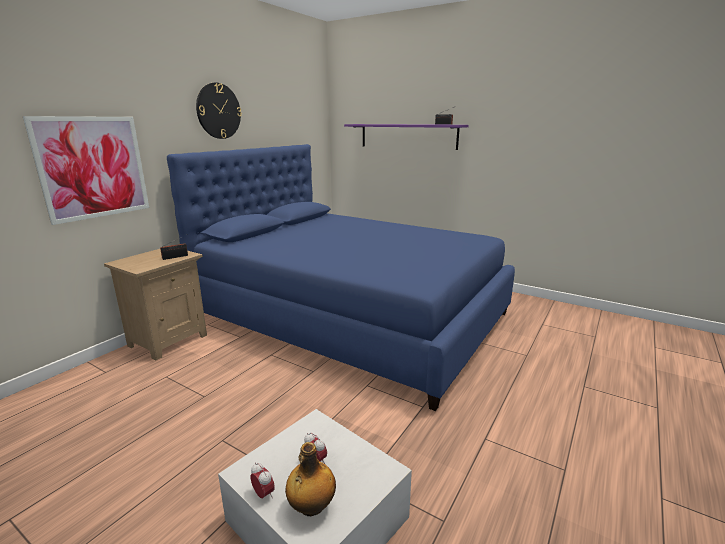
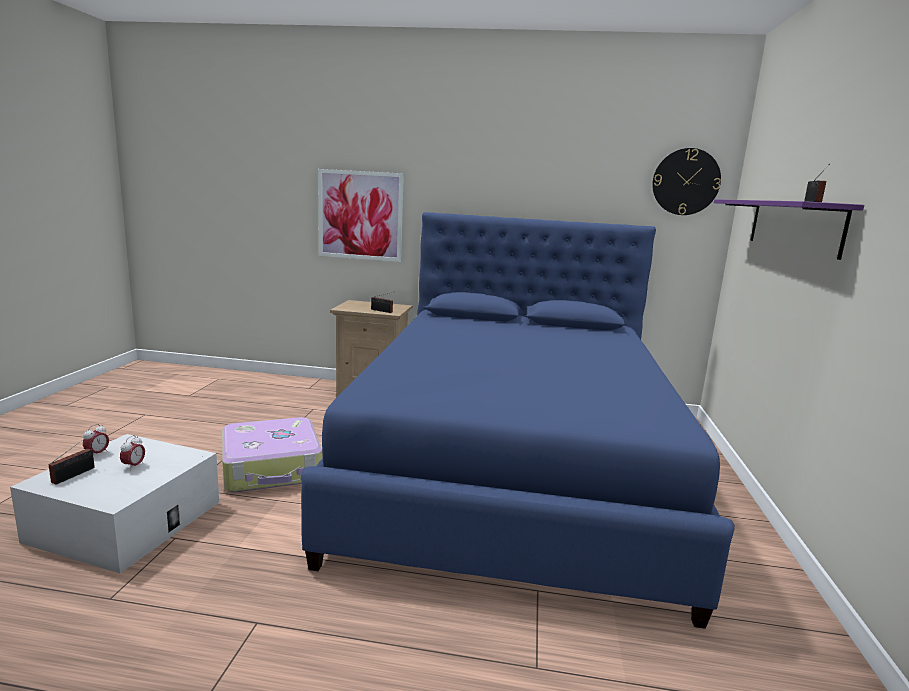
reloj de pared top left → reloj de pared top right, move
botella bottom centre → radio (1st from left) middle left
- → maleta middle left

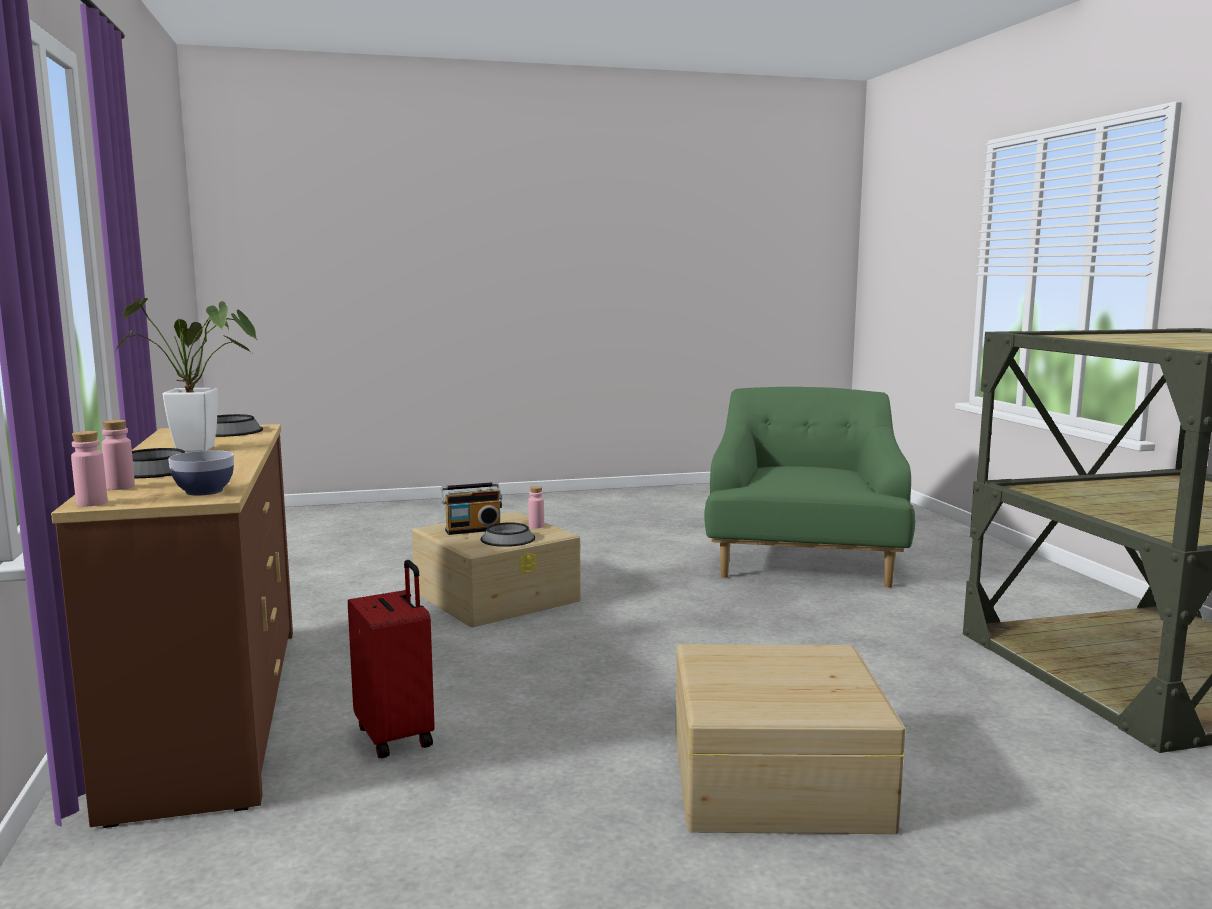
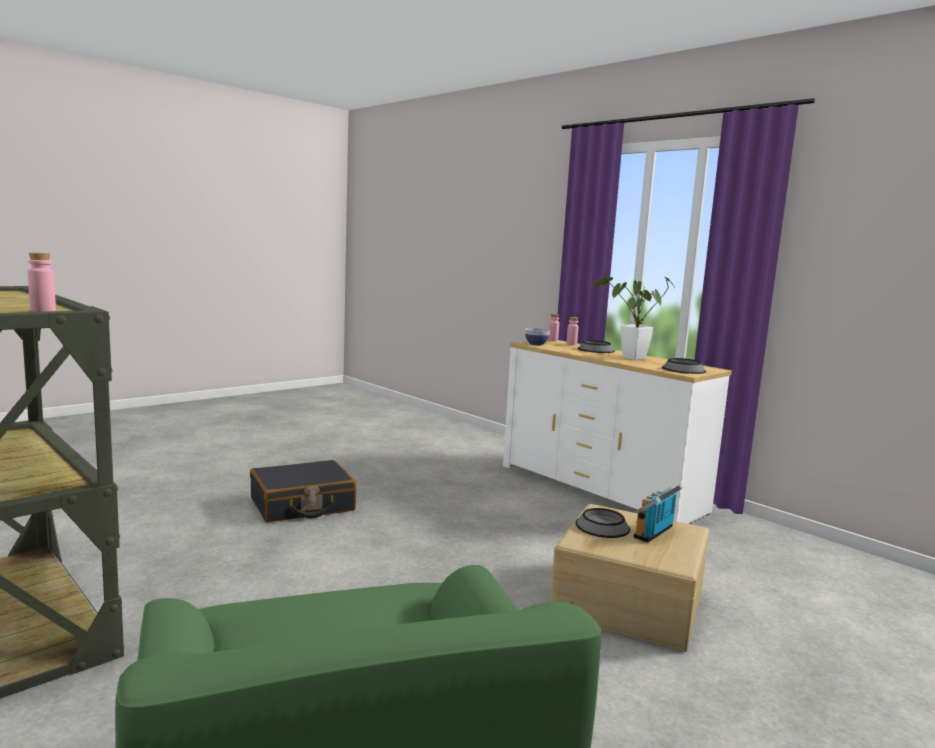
cómoda [marrón] bottom left → cómoda [blanco] centre
maleta [rojo] bottom left → -
botella [rosa] (3rd from left in the first image) centre → botella [rosa] (1st from left) middle left, move
caja de almacenaje [beis] (2nd from left) bottom centre → maleta [negro] middle left

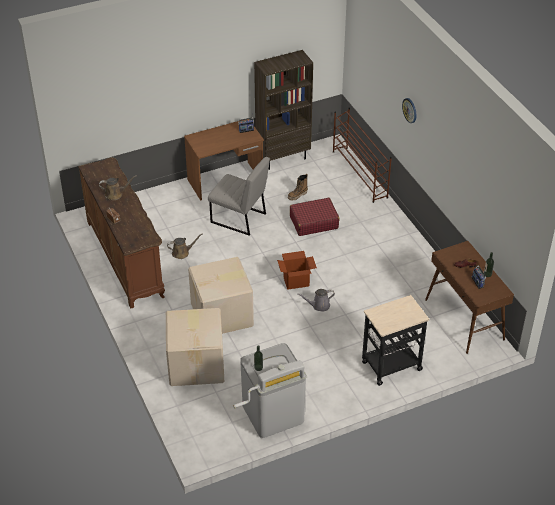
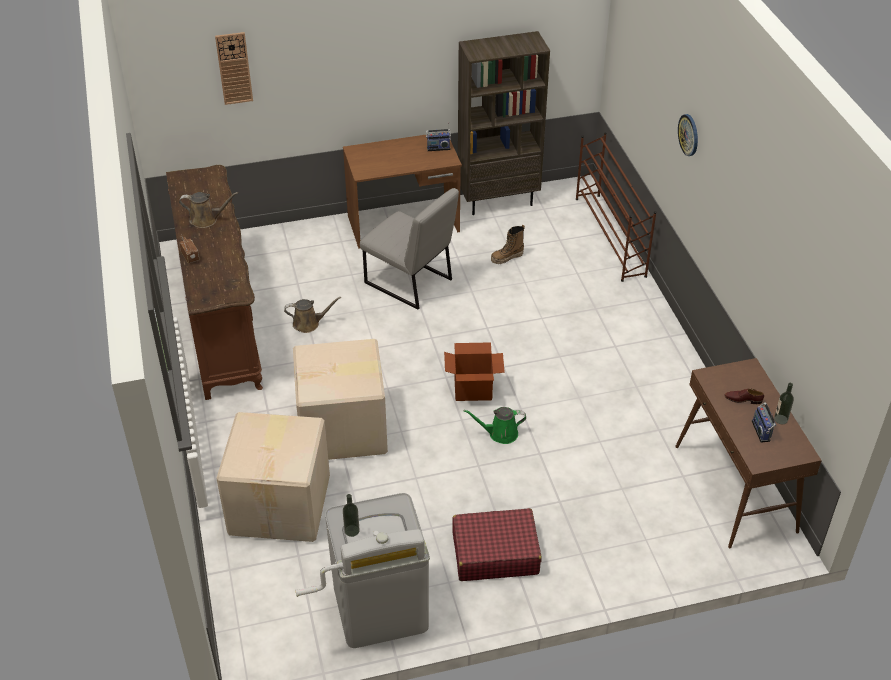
maleta [rojo] centre → maleta [rojo] bottom centre, move
regadera [gris] centre → regadera [verde] centre
carrito bottom right → -
- → reloj de pared (1st from left) top left

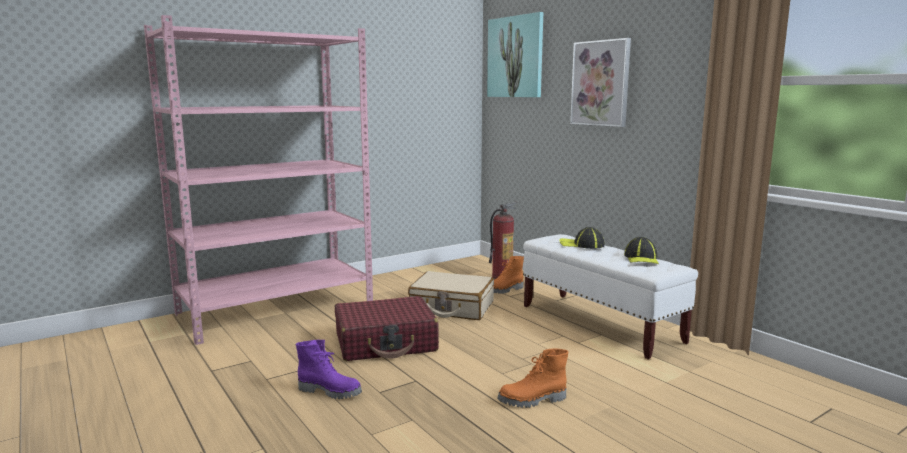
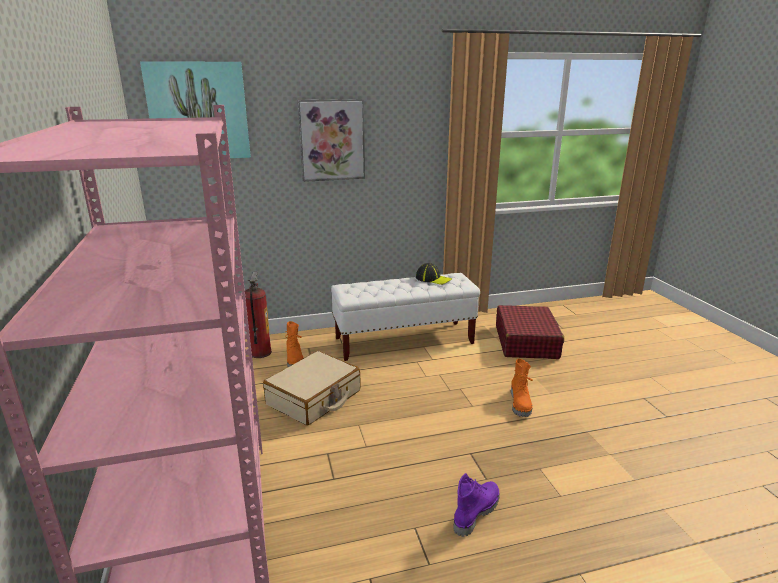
maleta [rojo] bottom centre → maleta [rojo] middle right, move
gorra (1st from left) centre → -

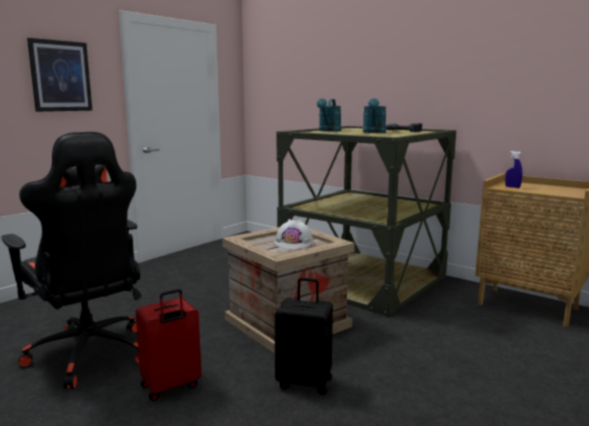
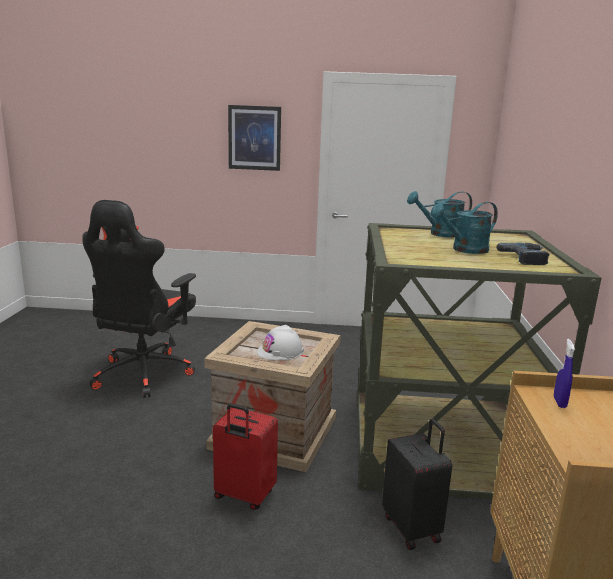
maleta [rojo] bottom left → maleta [rojo] bottom centre, move
maleta [negro] bottom centre → maleta [negro] bottom right, move

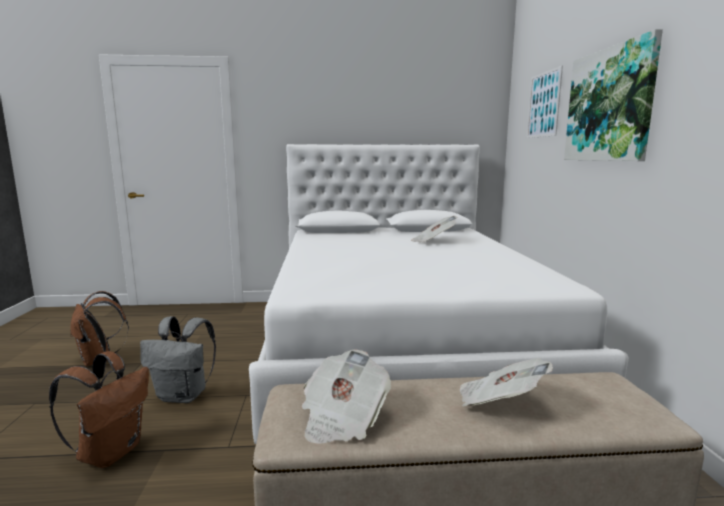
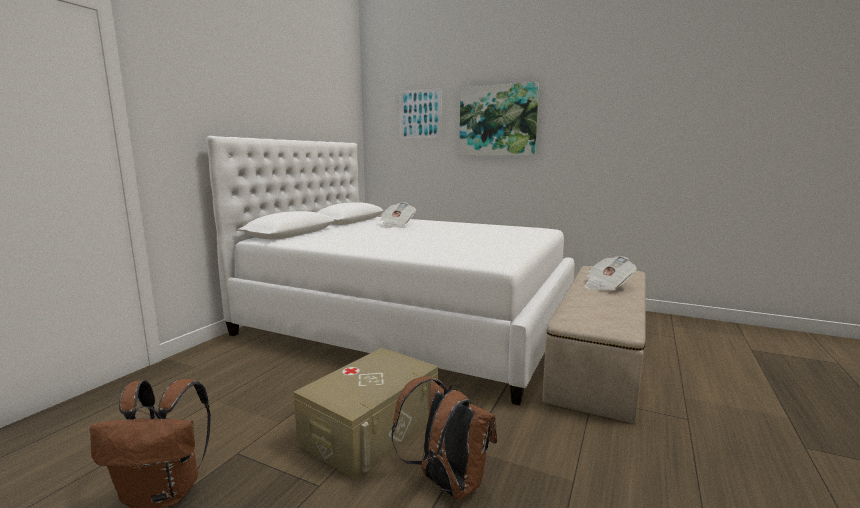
mochila [gris] bottom left → caja de almacenaje [beis] bottom centre
periódico (1st from left) bottom centre → -

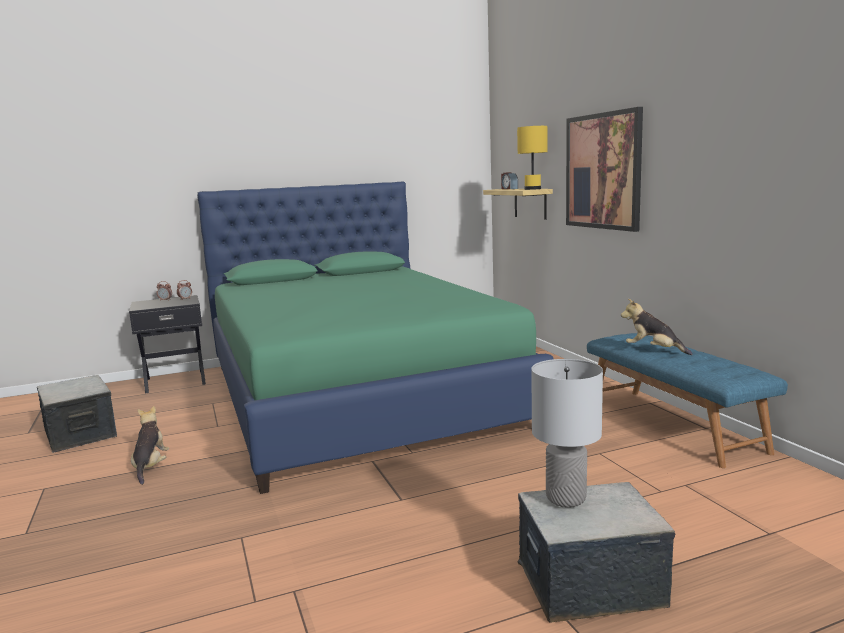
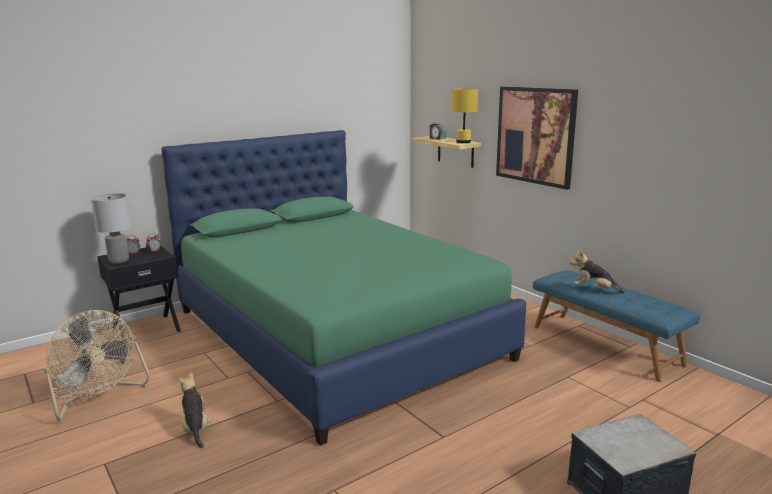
caja de almacenaje (1st from left) middle left → ventilador [beis] bottom left
lámpara de mesa [gris] bottom right → lámpara de mesa [gris] middle left, move

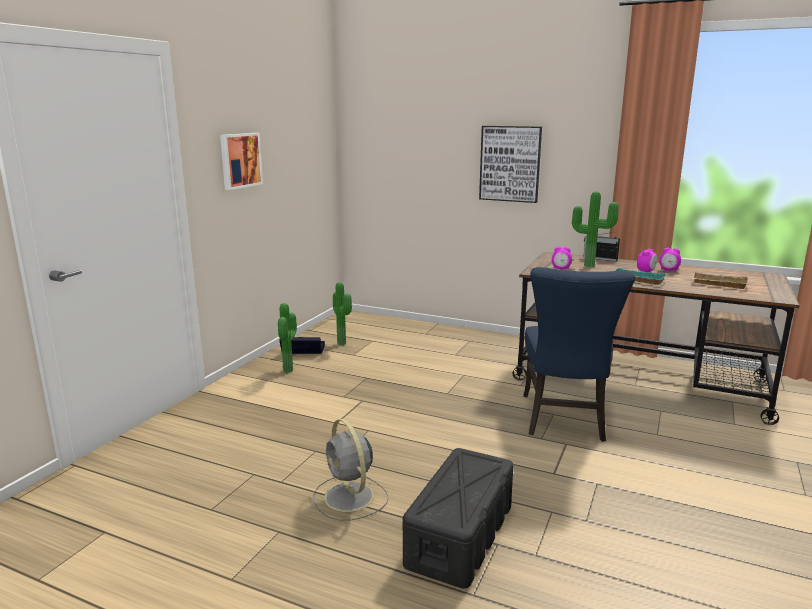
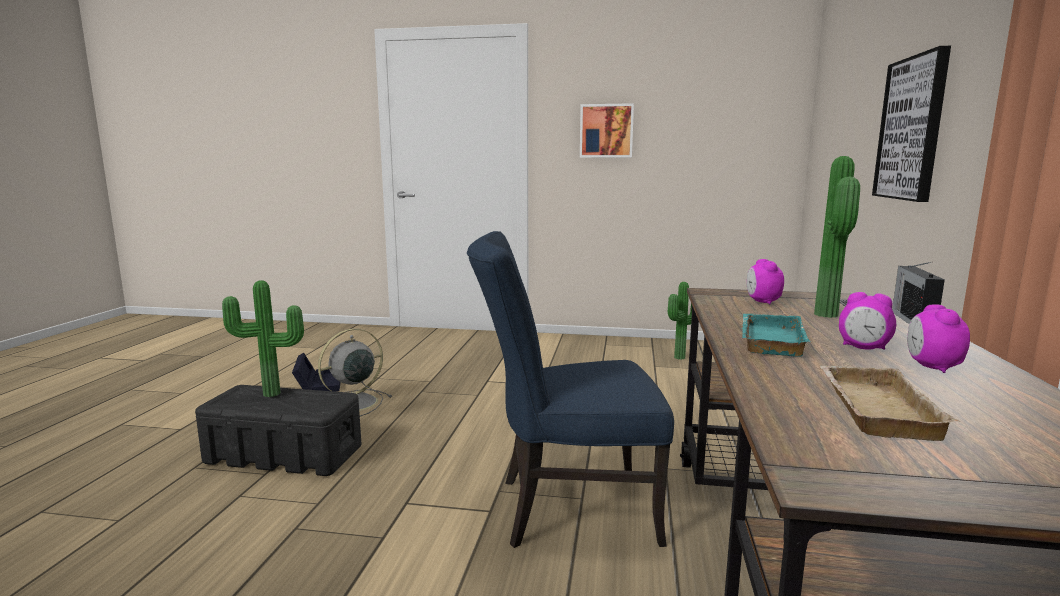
planta en maceta (1st from left) centre → planta en maceta (1st from left) middle left, move
caja de almacenaje [negro] (1st from left in the first image) centre → caja de almacenaje [negro] (2nd from left) middle left, move

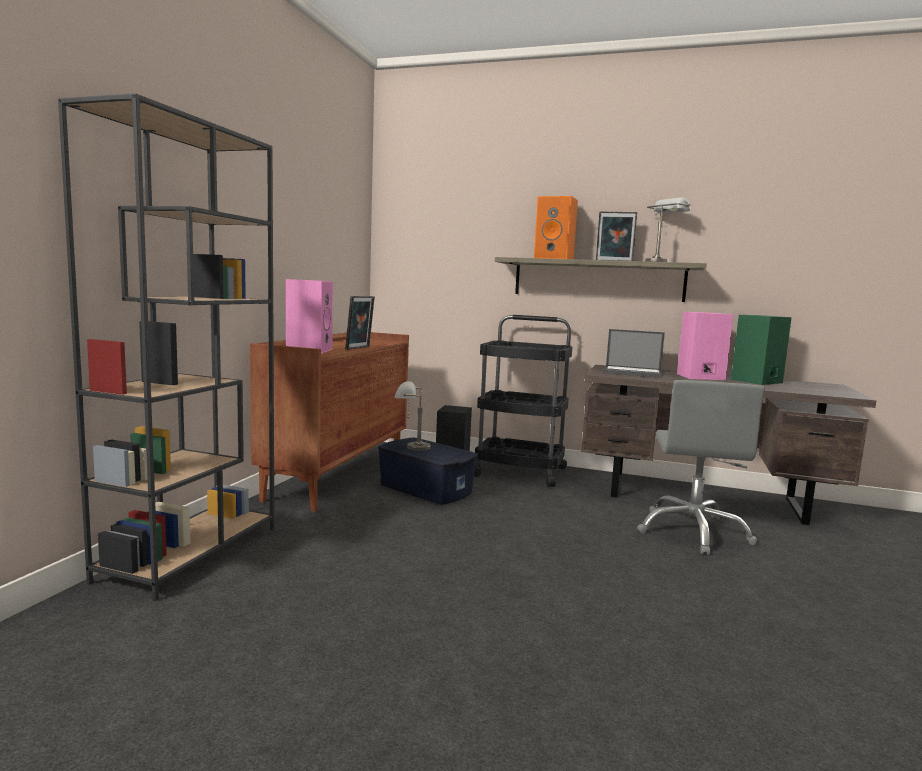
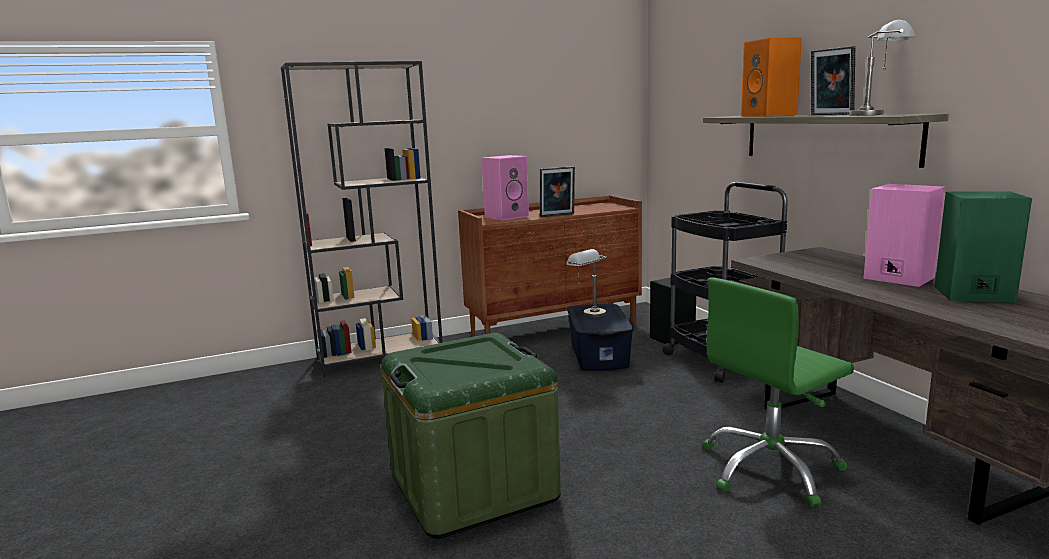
portátil middle right → -
silla de oficina [gris] middle right → silla de oficina [verde] bottom right
- → caja de almacenaje [verde] bottom centre

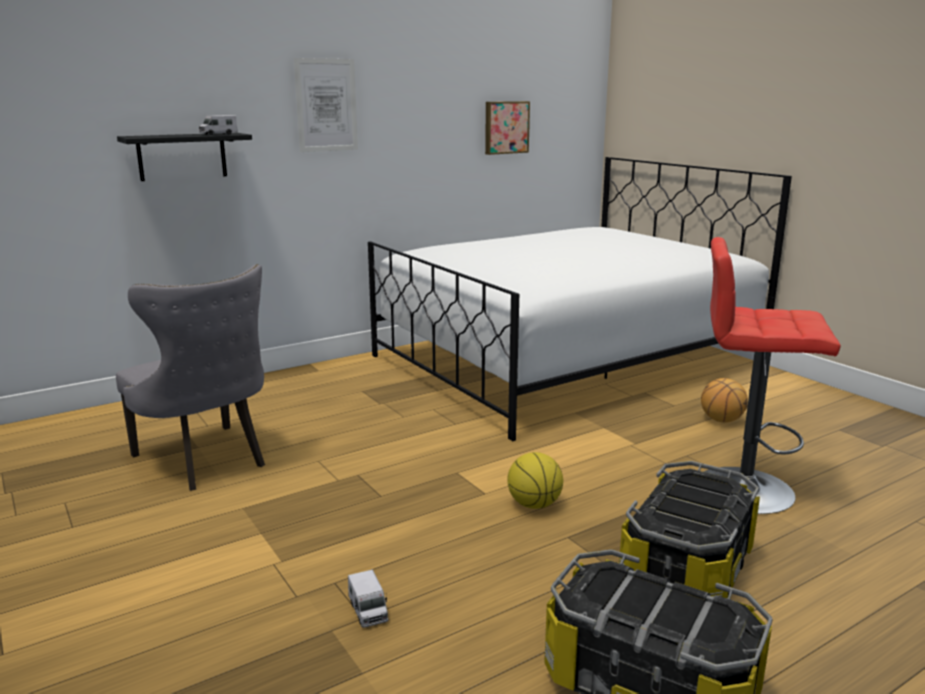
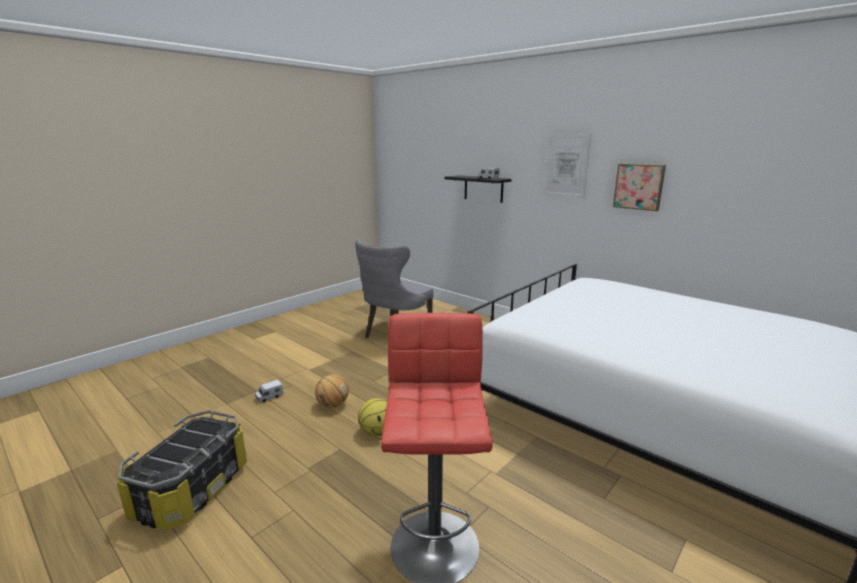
cuadro (2nd from left) top centre → cuadro (2nd from left) top right, move
caja de almacenaje (2nd from left) bottom right → -
balón de baloncesto (2nd from left in the first image) middle right → balón de baloncesto (1st from left) bottom centre, move

